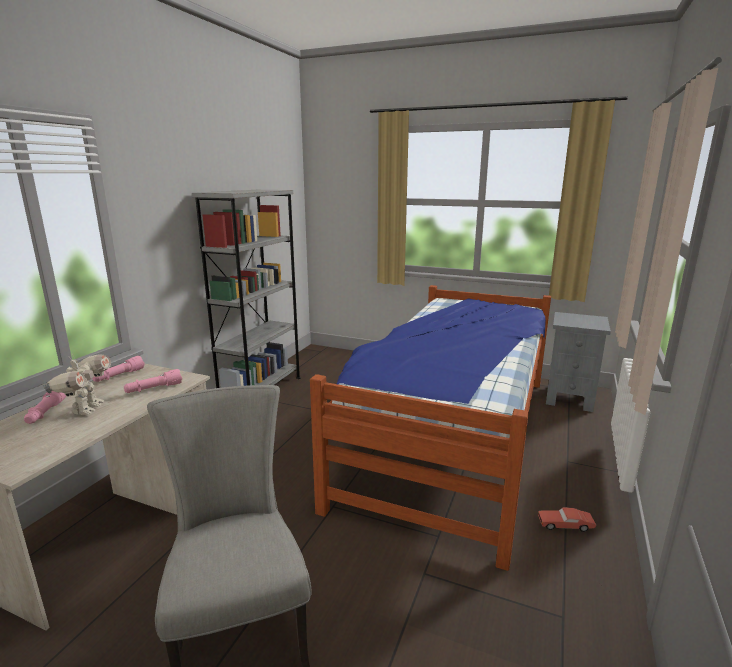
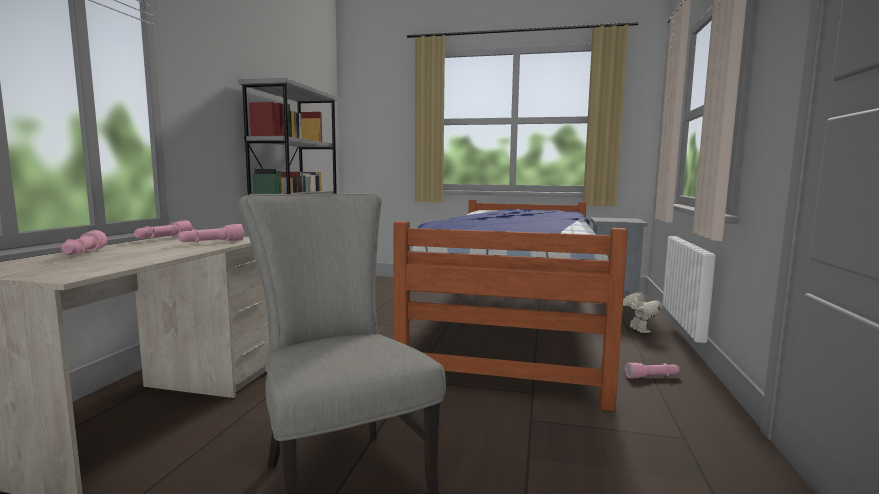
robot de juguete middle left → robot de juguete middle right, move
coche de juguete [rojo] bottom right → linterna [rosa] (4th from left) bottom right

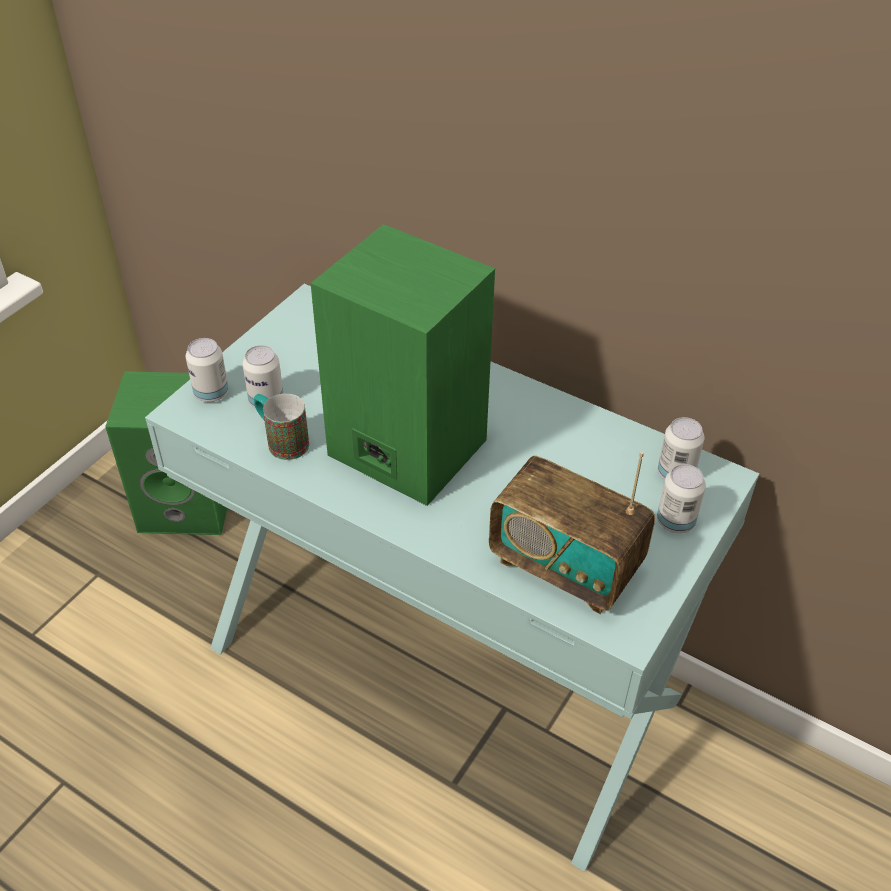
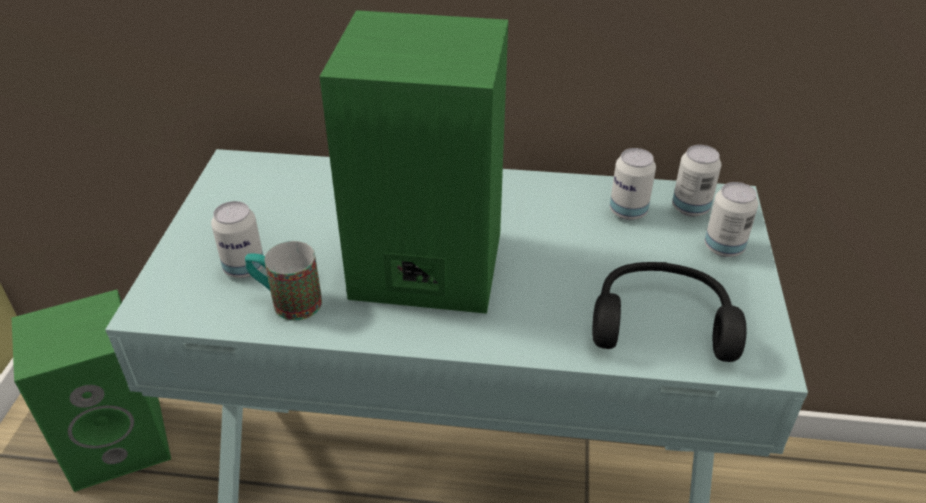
lata (1st from left in the first image) middle left → lata (2nd from left) middle right, move
radio centre → auriculares [negro] middle right

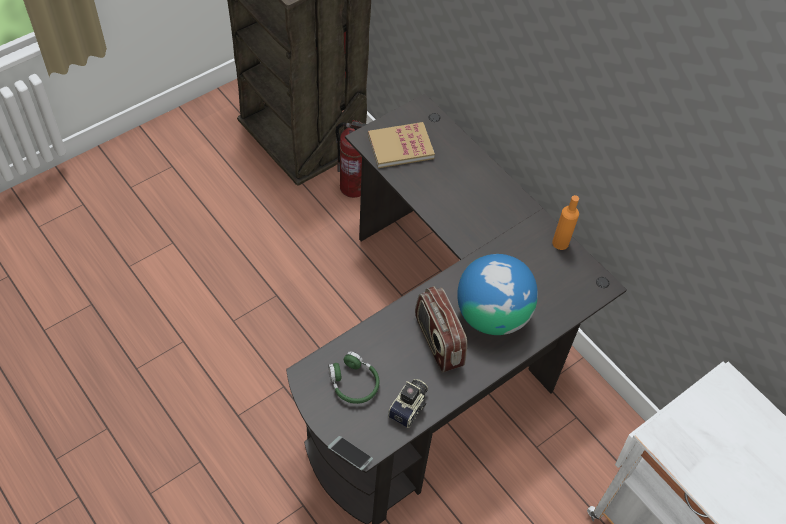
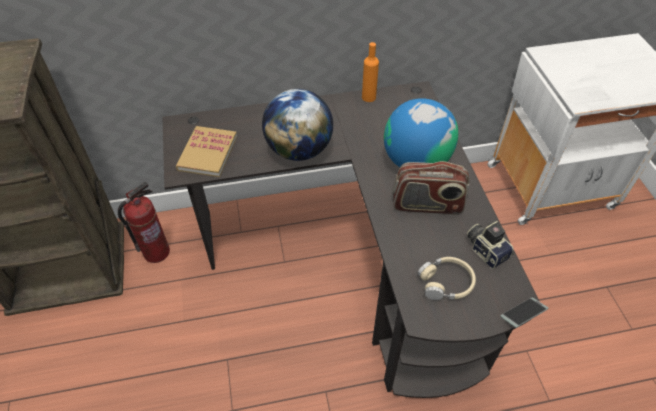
auriculares [verde] bottom centre → auriculares [beis] bottom right
- → globo terráqueo (1st from left) top centre

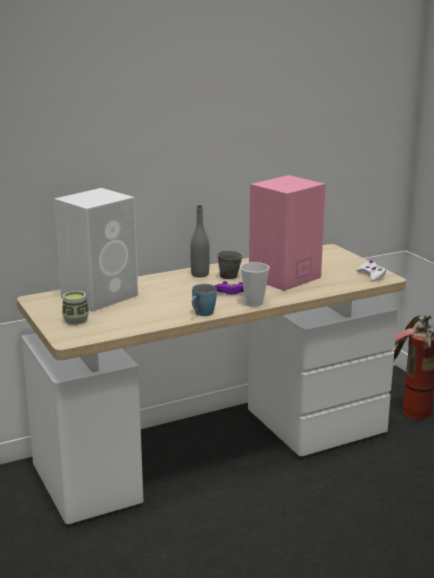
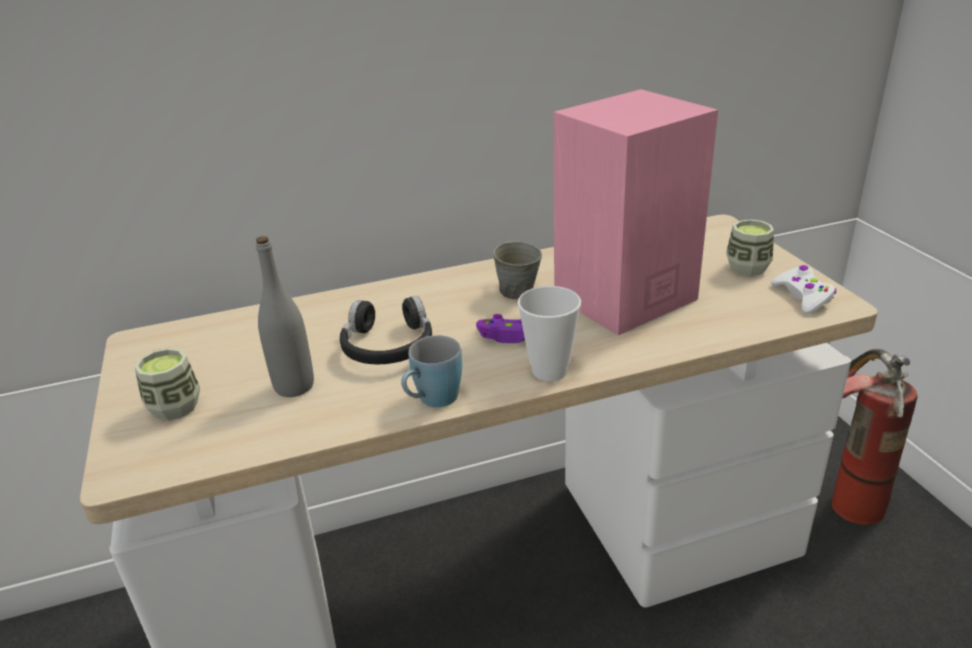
altavoz [blanco] middle left → -
botella [gris] centre → botella [gris] middle left, move
- → auriculares [negro] centre
- → taza (3rd from left) middle right

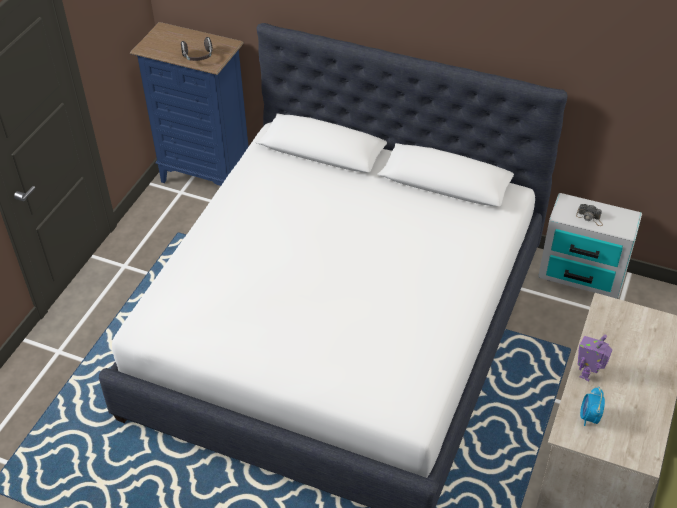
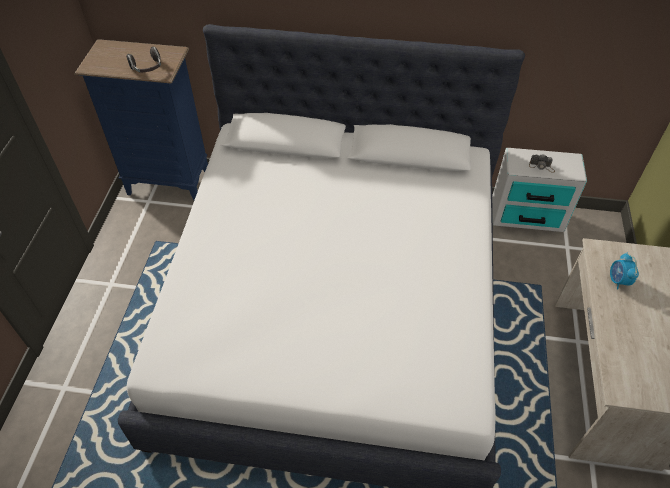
robot de juguete bottom right → -
despertador bottom right → despertador middle right, move

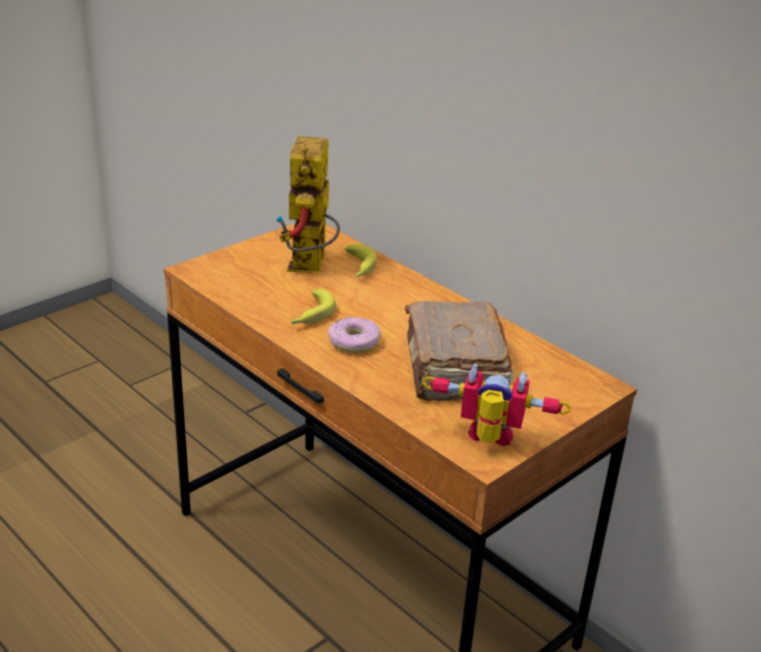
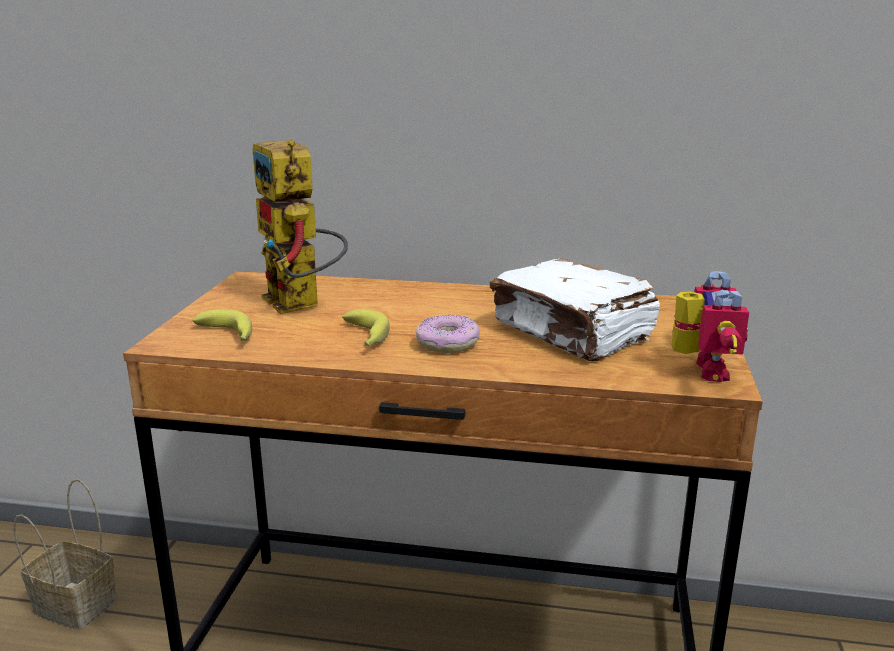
plátano (2nd from left in the first image) centre → plátano (1st from left) middle left, move
libro [marrón] centre → libro [blanco] centre
robot de juguete (2nd from left) centre → robot de juguete (2nd from left) middle right, 120 degrees clockwise
- → cesta bottom left

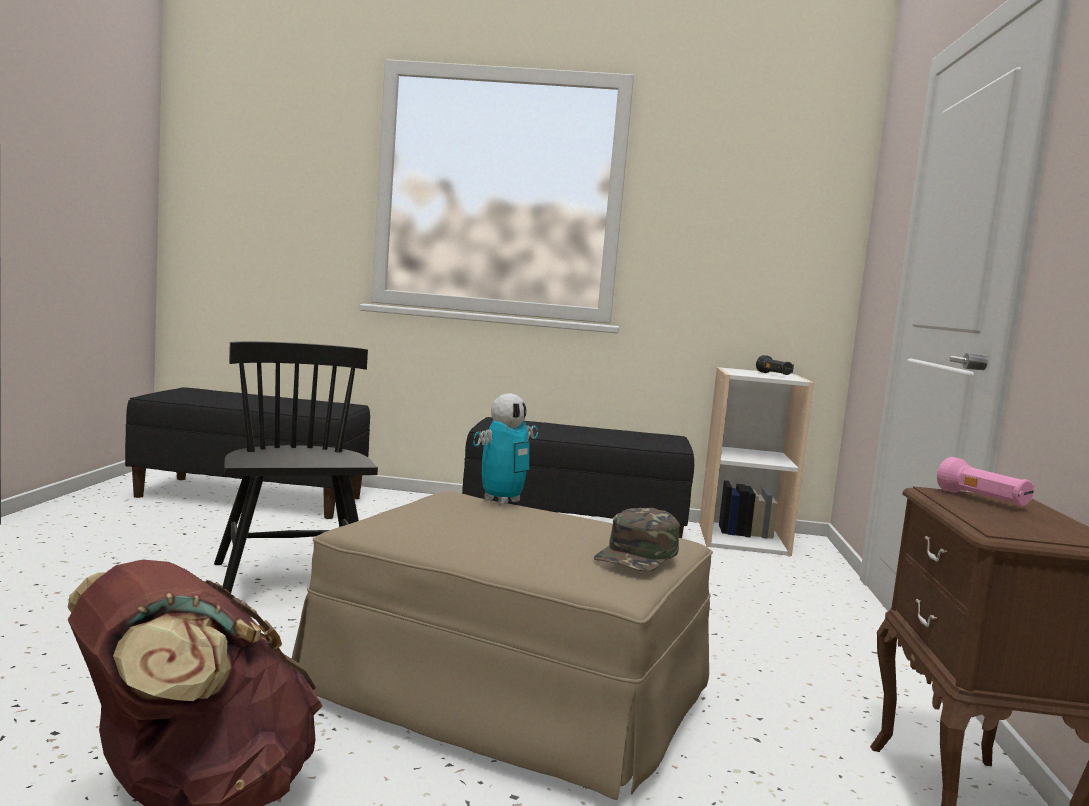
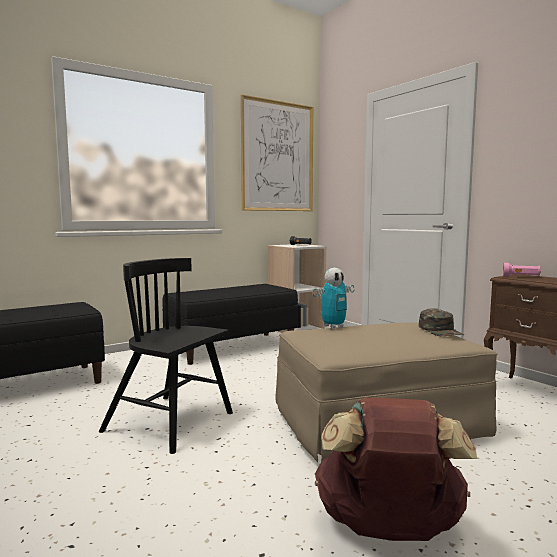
robot de juguete centre, 60 degrees clockwise
- → cuadro top centre

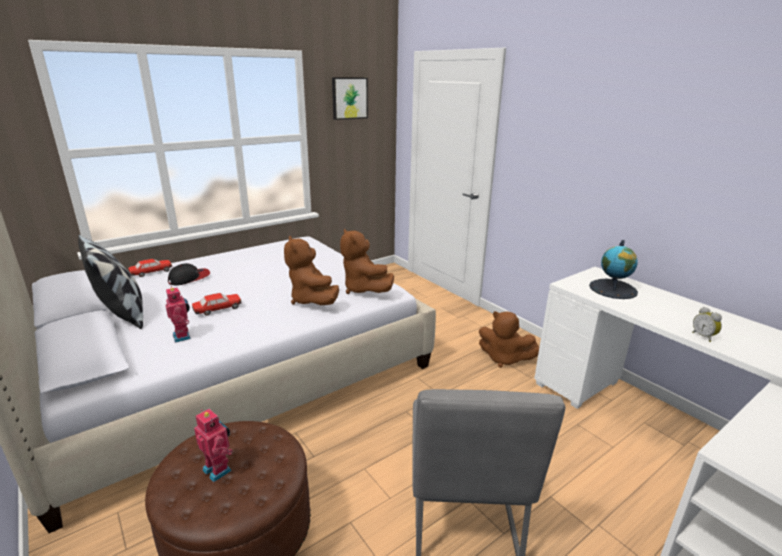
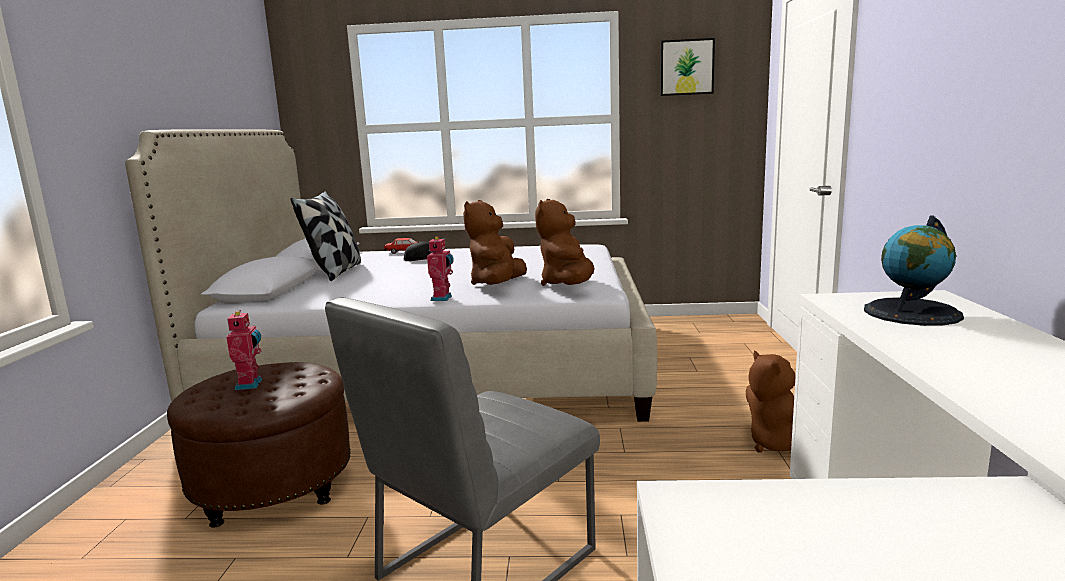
robot de juguete (1st from left in the first image) middle left → robot de juguete (2nd from left) centre, move
coche de juguete (2nd from left) middle left → -
despertador middle right → -

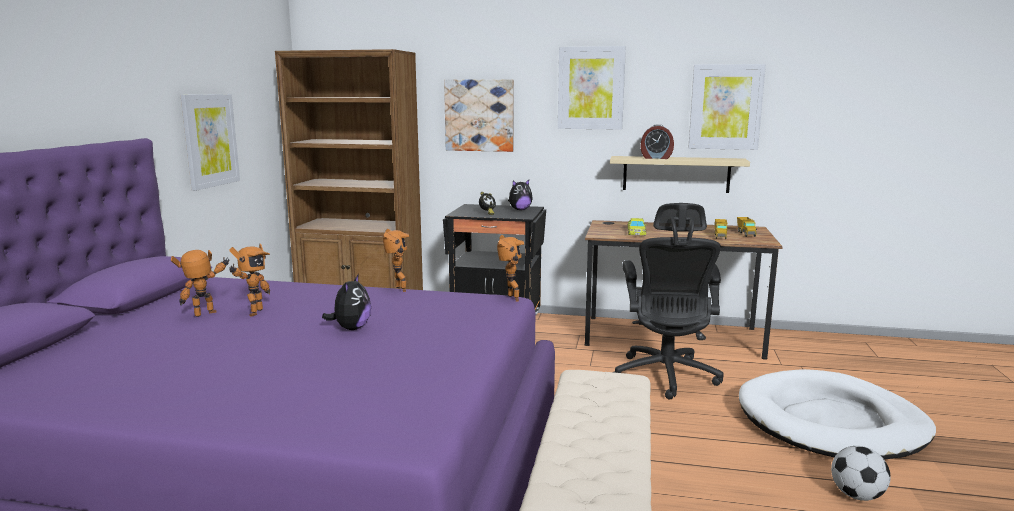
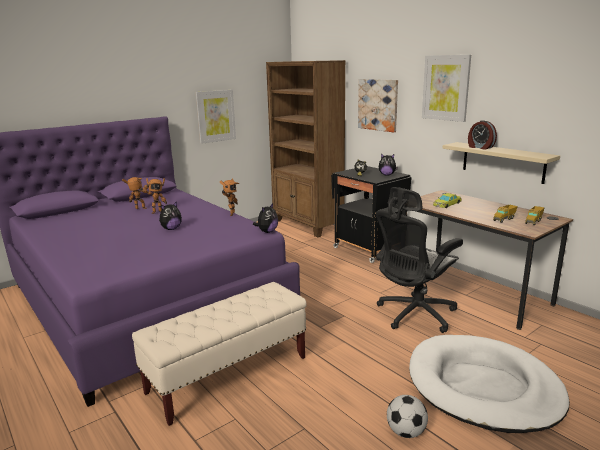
robot de juguete (4th from left) centre → peluche (2nd from left) centre
cuadro (4th from left) top right → -

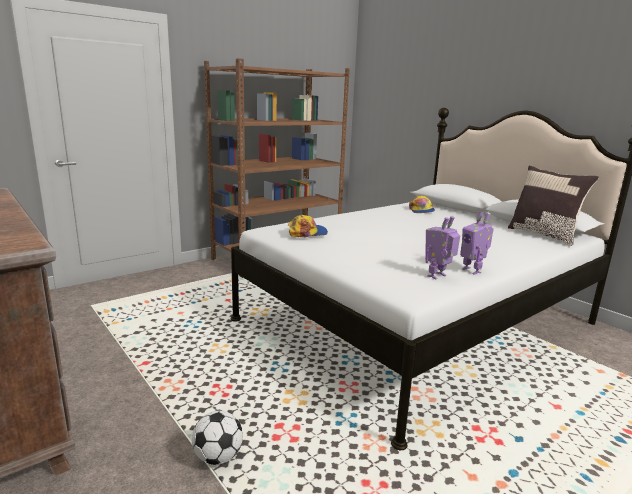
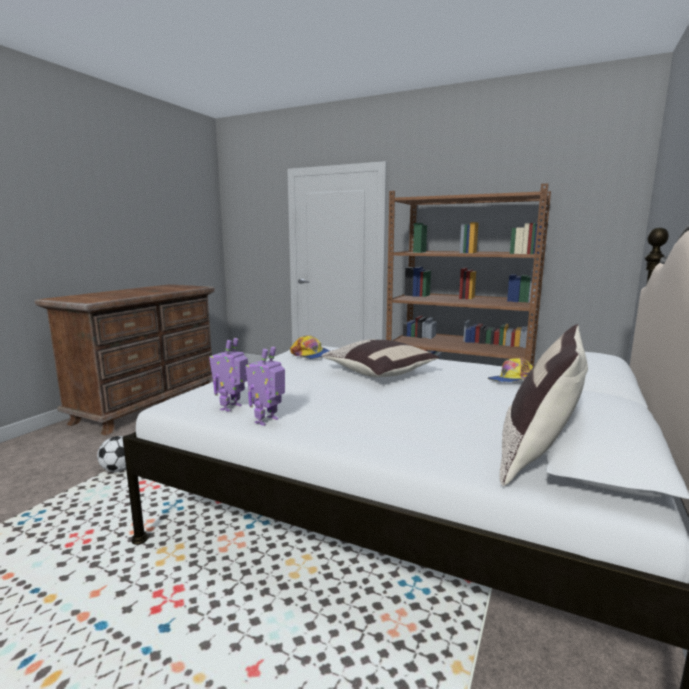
robot de juguete (1st from left) middle right → robot de juguete (1st from left) middle left, 90 degrees counterclockwise
- → cojín (1st from left) centre

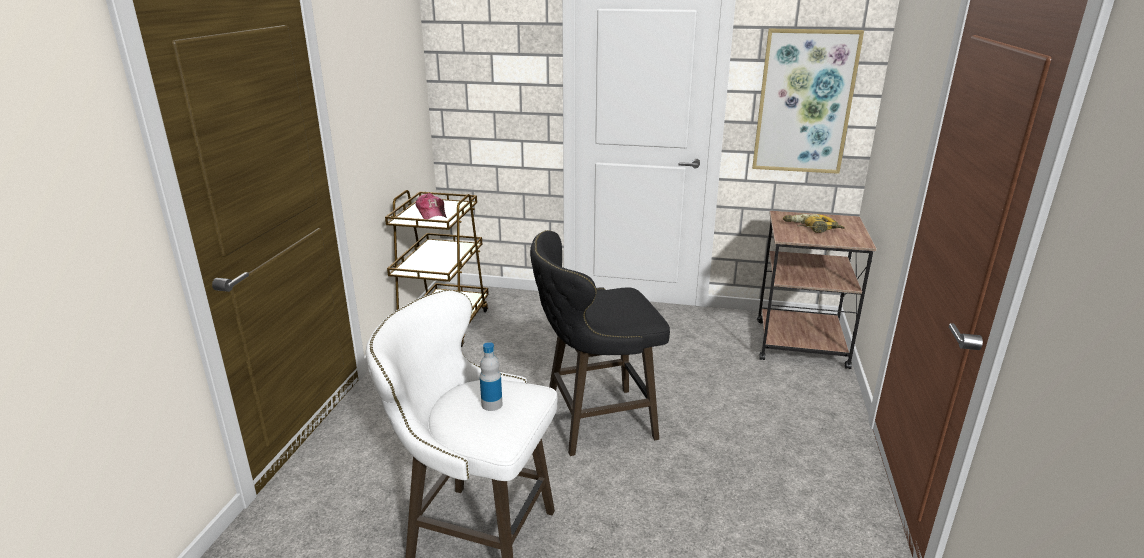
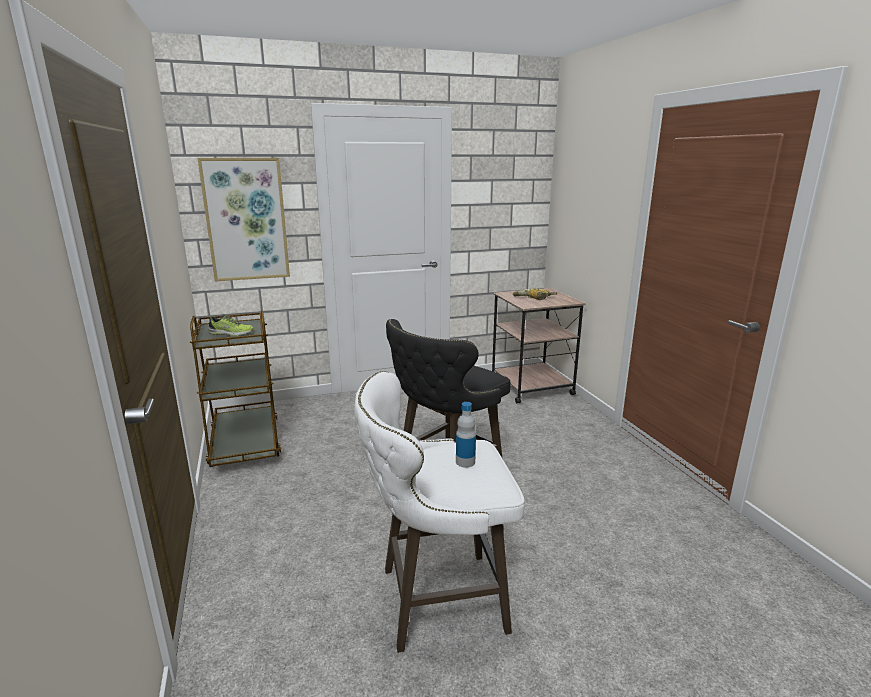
gorra centre → zapato middle left
cuadro top right → cuadro top left, move

